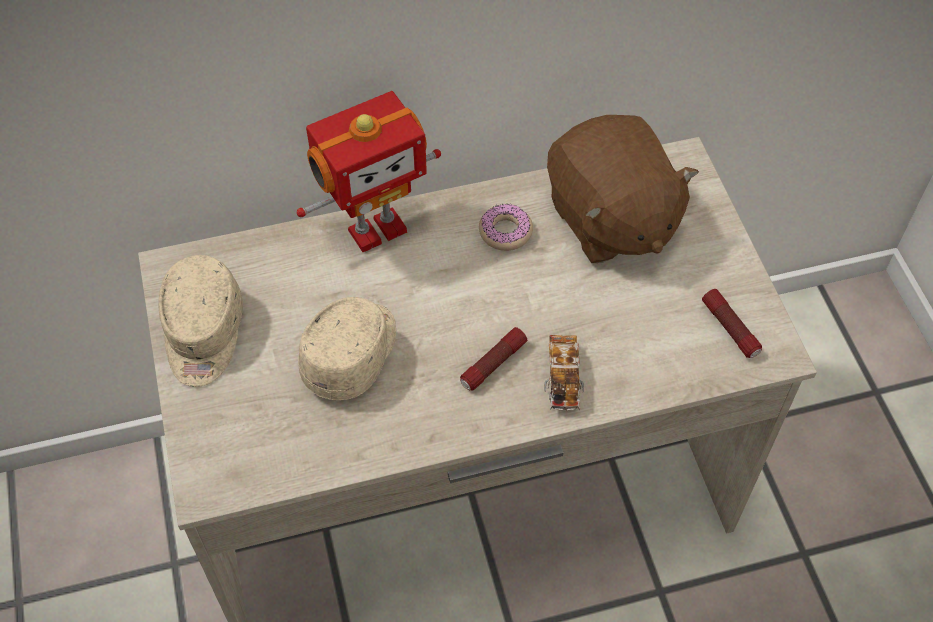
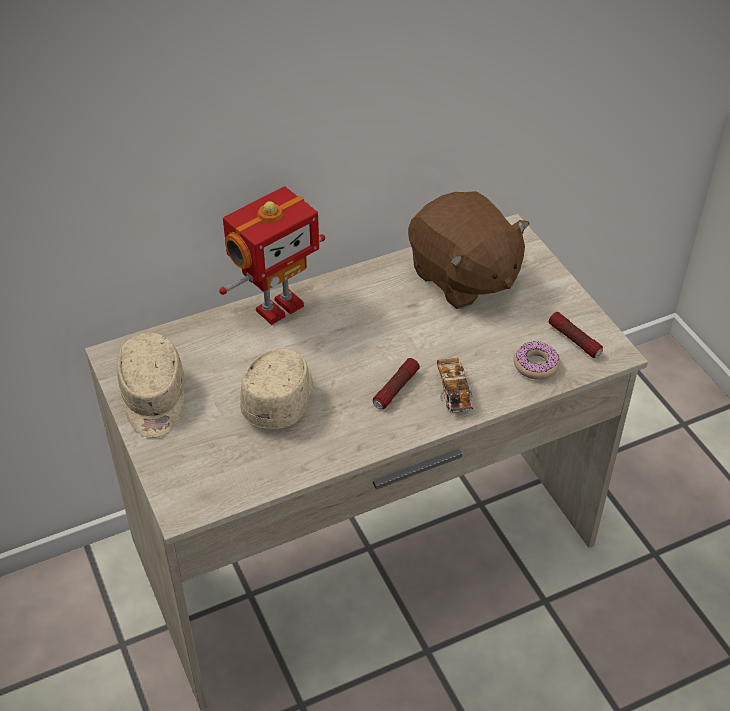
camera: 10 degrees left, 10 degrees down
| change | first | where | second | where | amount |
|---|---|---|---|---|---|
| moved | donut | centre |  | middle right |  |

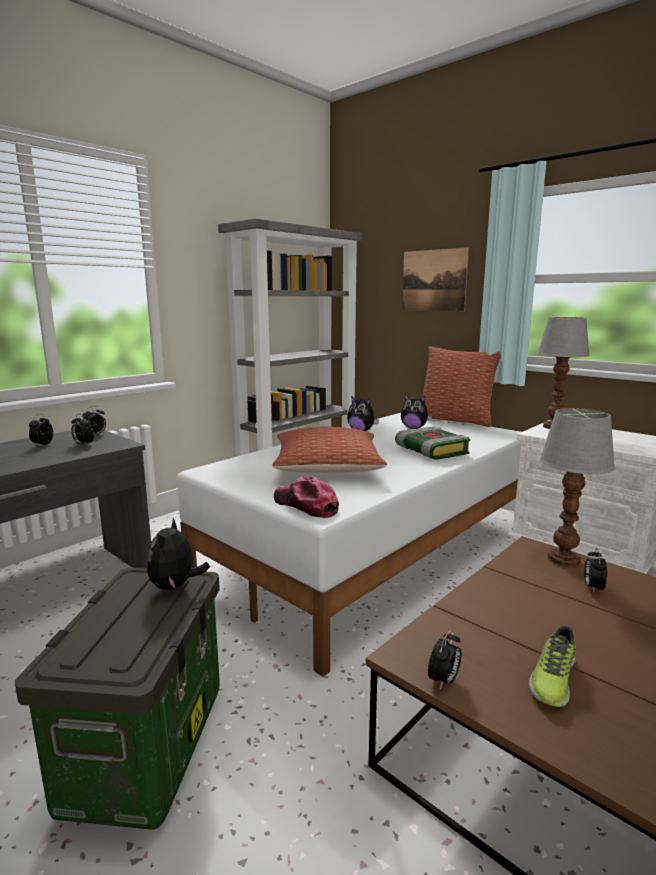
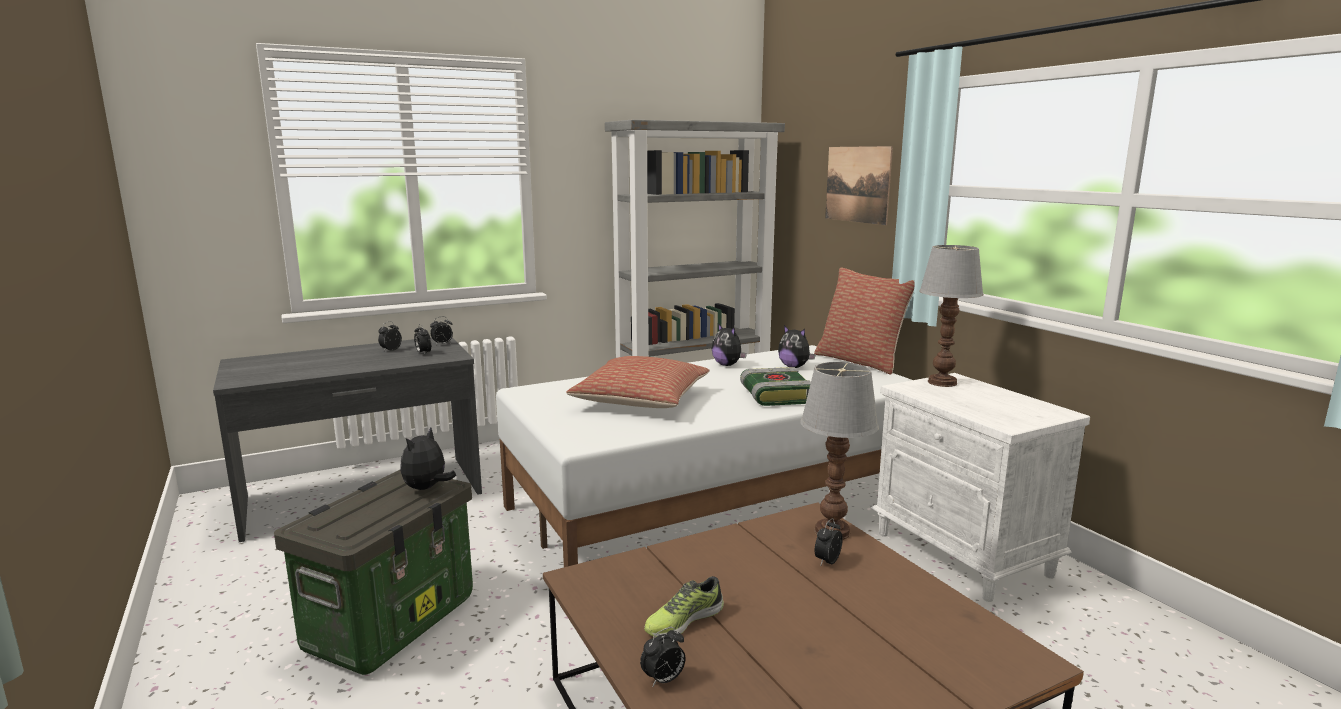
camera: 20 degrees right, 0 degrees up
| change | first | where | second | where | amount |
|---|---|---|---|---|---|
| moved | alarm clock (4th from left) | bottom right |  | bottom centre |  |
| removed | cap | centre |  |  |  |

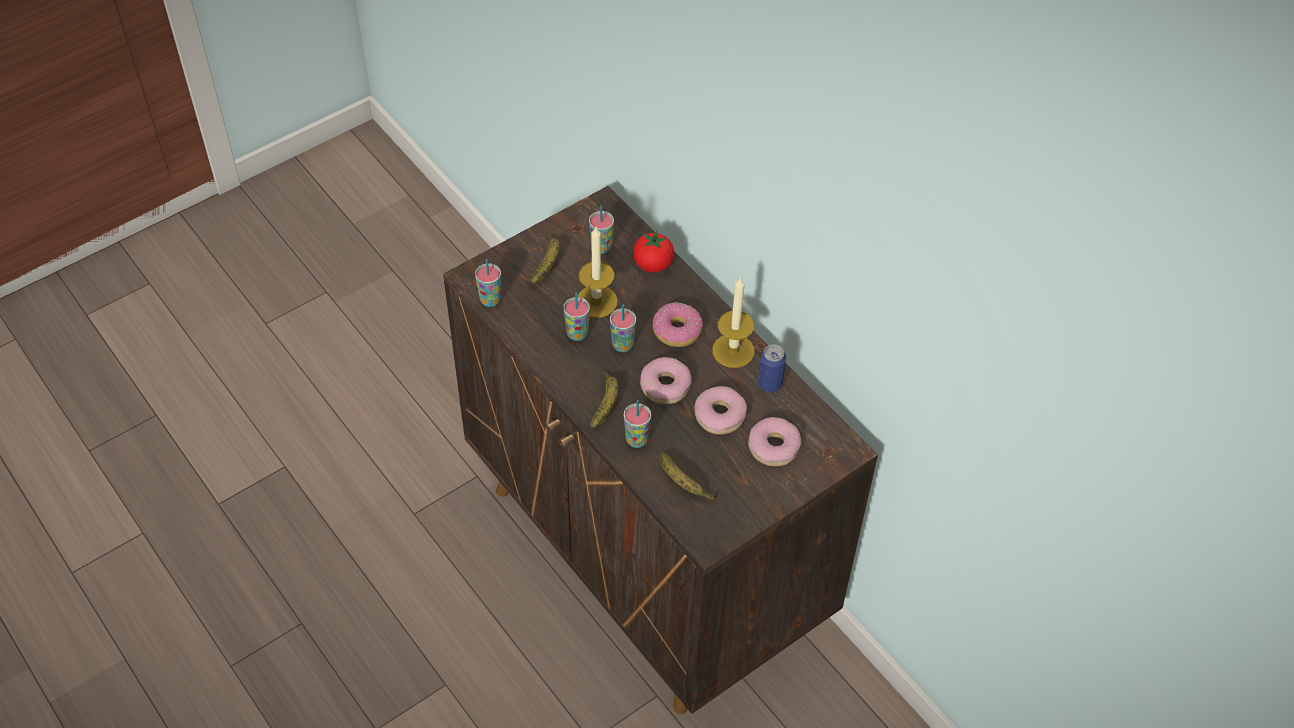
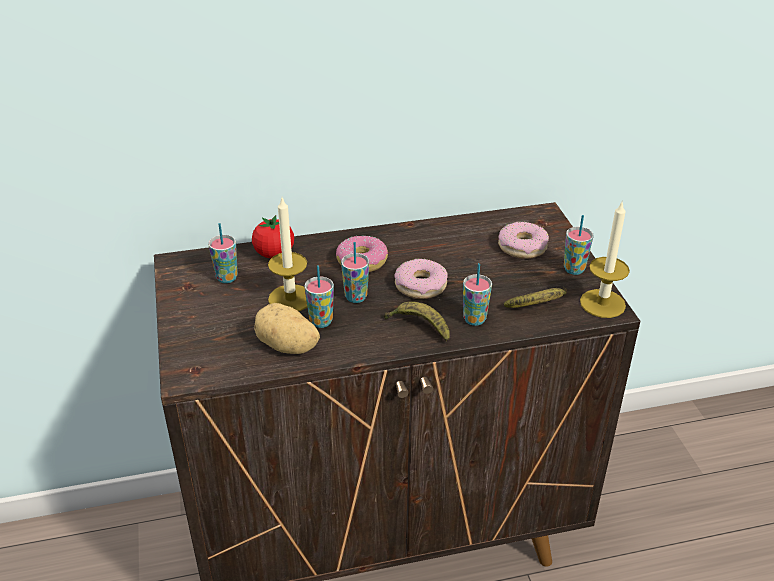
camera: 65 degrees left, 15 degrees down
| change | first | where | second | where | amount |
|---|---|---|---|---|---|
| added |  |  | potato | centre |  |
| moved | cup (1st from left in the first image) | centre | cup (5th from left) | middle right |  |
| moved | candle (2nd from left) | centre |  | middle right |  |
| removed | banana (1st from left) | centre |  |  |  |
| removed | donut (3rd from left) | centre |  |  |  |
| removed | can | centre |  |  |  |

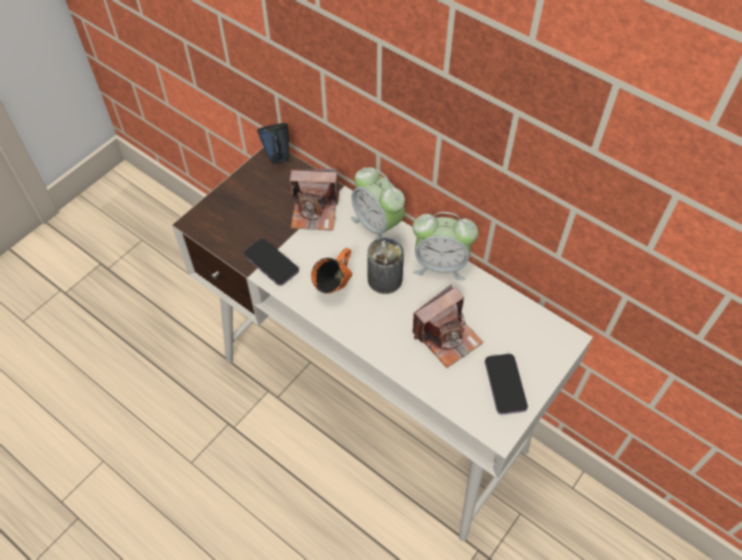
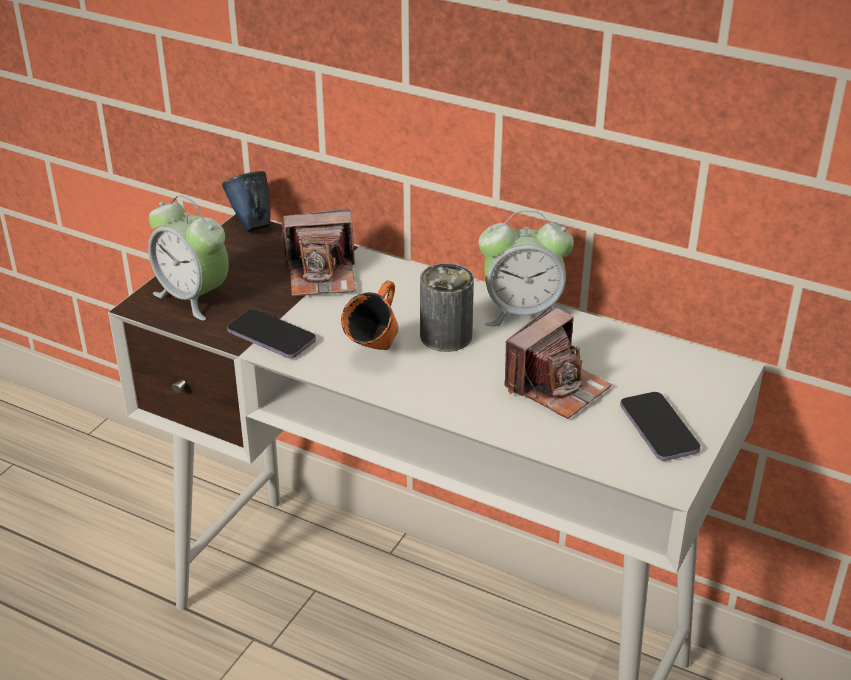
camera: 10 degrees left, 20 degrees down
| change | first | where | second | where | amount |
|---|---|---|---|---|---|
| moved | alarm clock (1st from left) | centre |  | middle left |  |

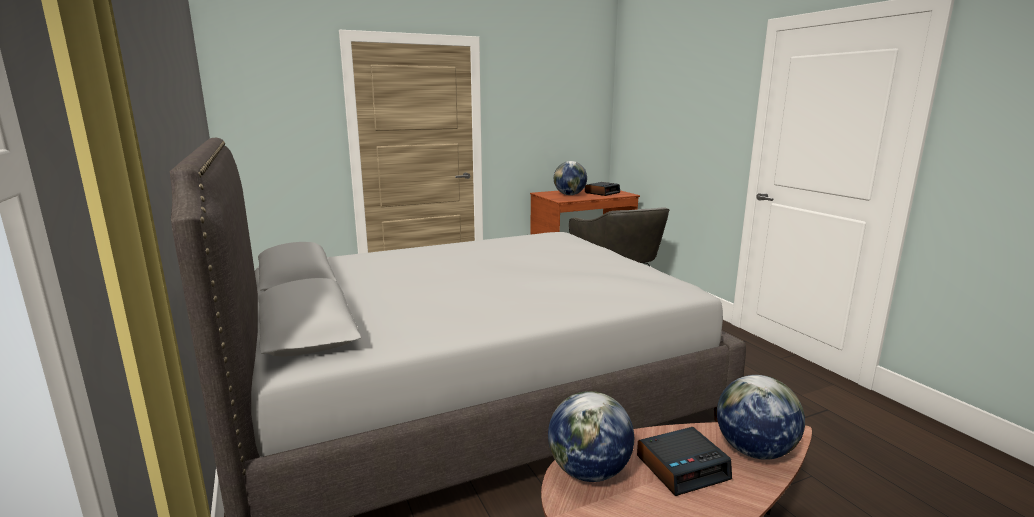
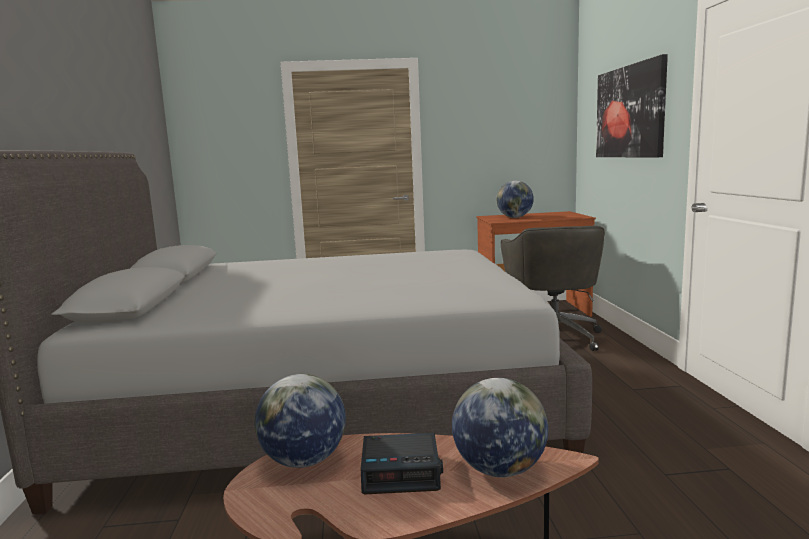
camera: 20 degrees right, 5 degrees down
| change | first | where | second | where | amount |
|---|---|---|---|---|---|
| added |  |  | picture | top right |  |
| removed | alarm clock (1st from left) | centre |  |  |  |

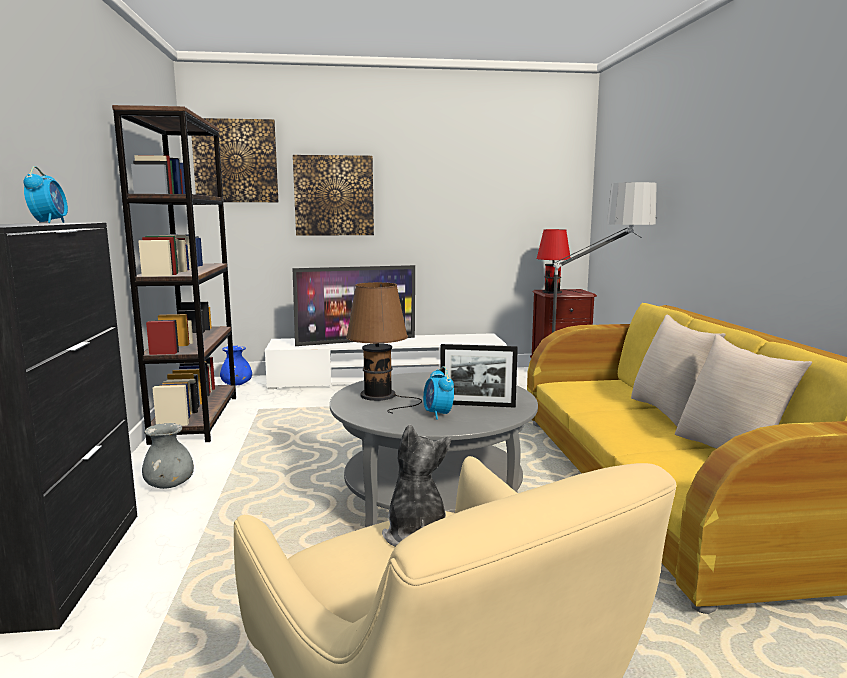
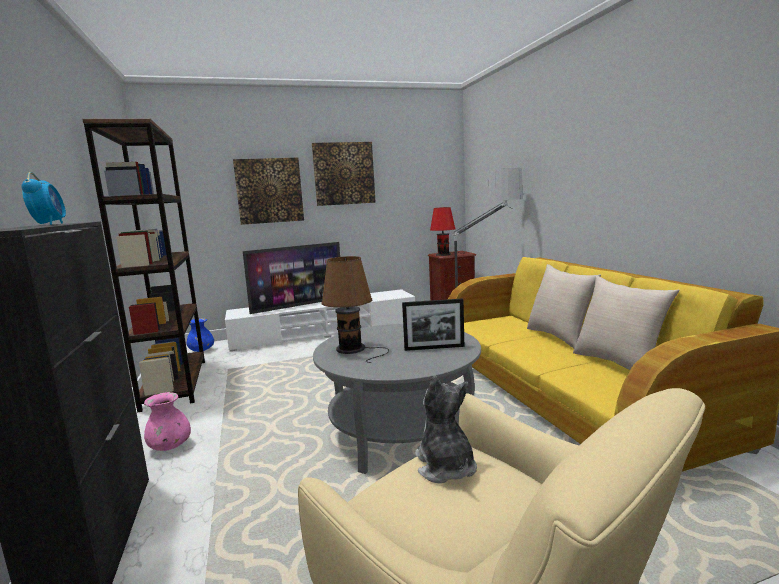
camera: 10 degrees left, 0 degrees up
| change | first | where | second | where | amount |
|---|---|---|---|---|---|
| recoloured | vase in grey | bottom left | vase in pink | bottom left |  |
| moved | picture (1st from left in the first image) | top left | picture (2nd from left) | top centre |  |
| removed | alarm clock (2nd from left) | centre |  |  |  |

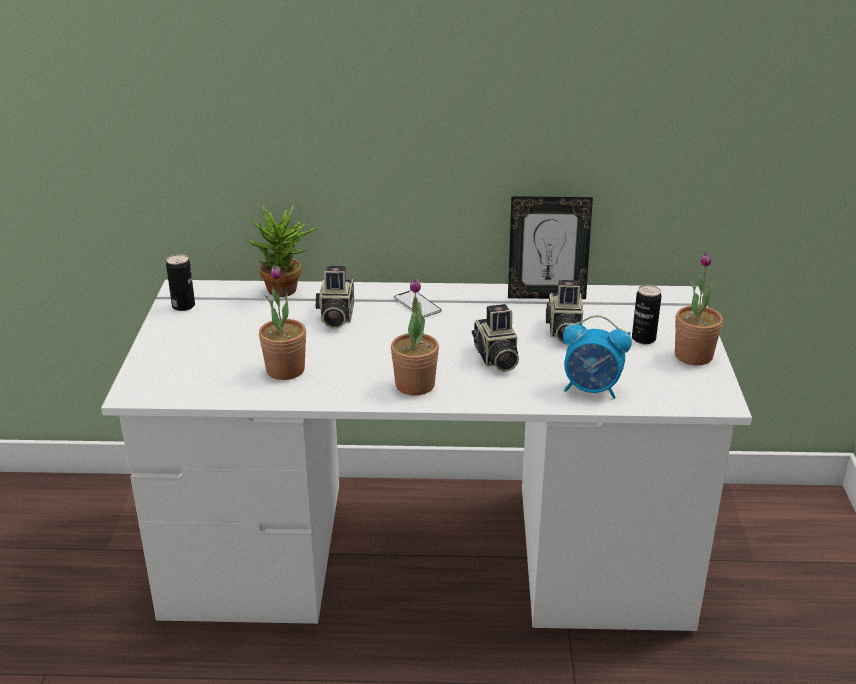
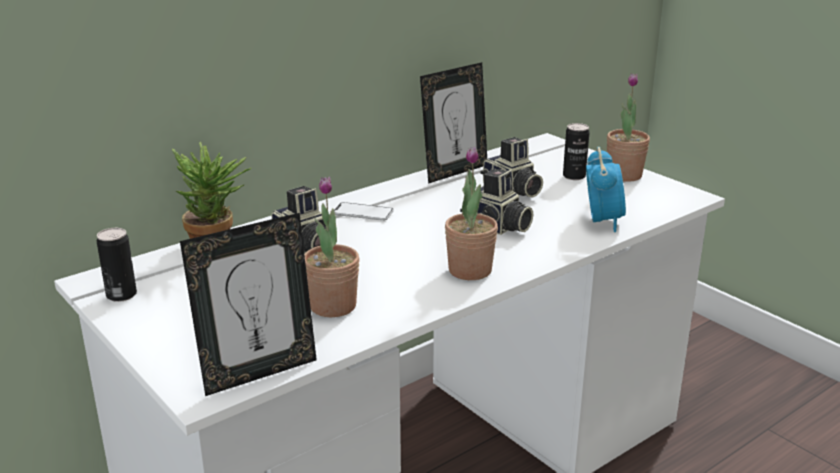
camera: 40 degrees left, 5 degrees down
| change | first | where | second | where | amount |
|---|---|---|---|---|---|
| added |  |  | picture frame (1st from left) | middle left |  |
| turned | alarm clock | middle right |  | middle right | 60 degrees counterclockwise |

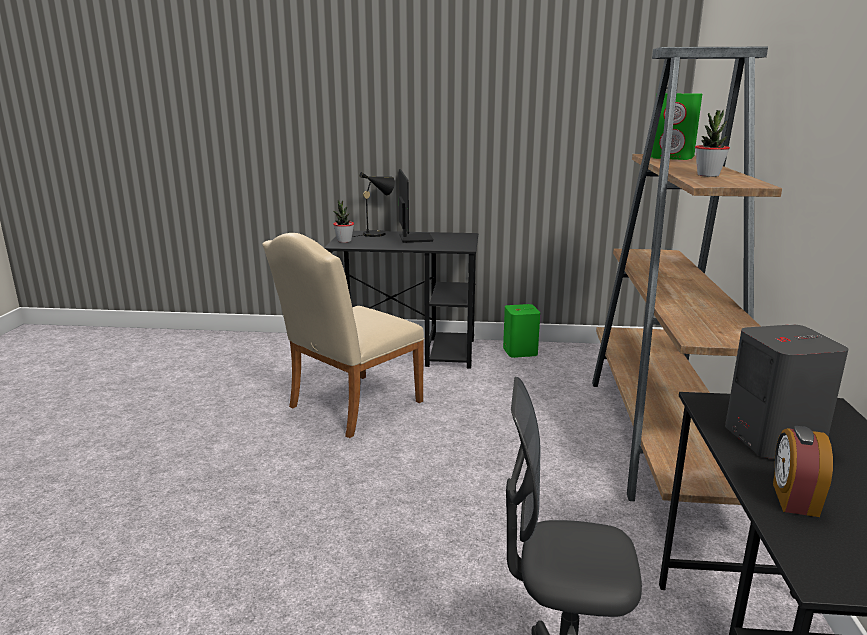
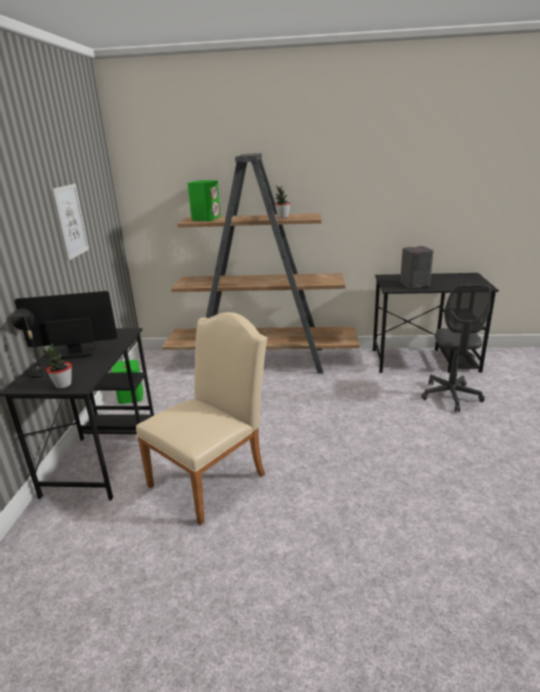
camera: 90 degrees left, 5 degrees up
| change | first | where | second | where | amount |
|---|---|---|---|---|---|
| added |  |  | picture | top left |  |
| turned | chair in beige | centre |  | centre | 90 degrees counterclockwise |
| removed | alarm clock | bottom right |  |  |  |

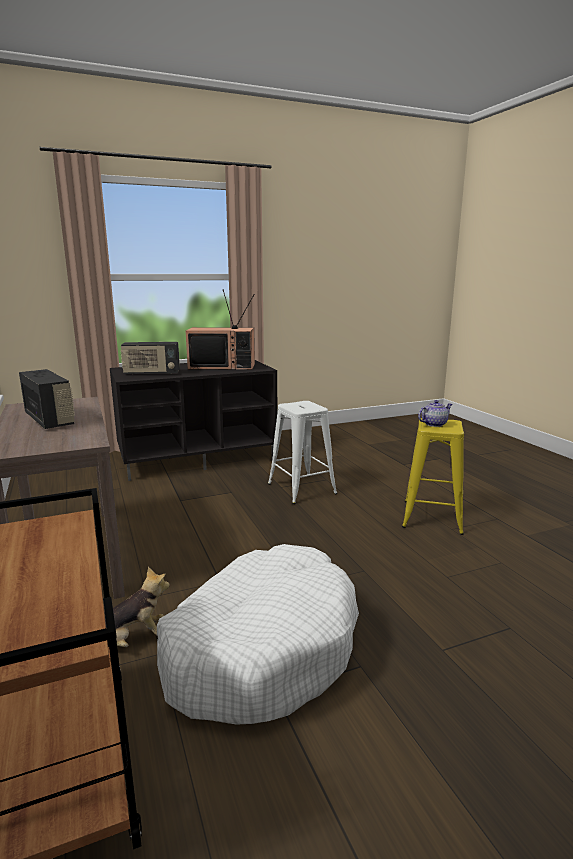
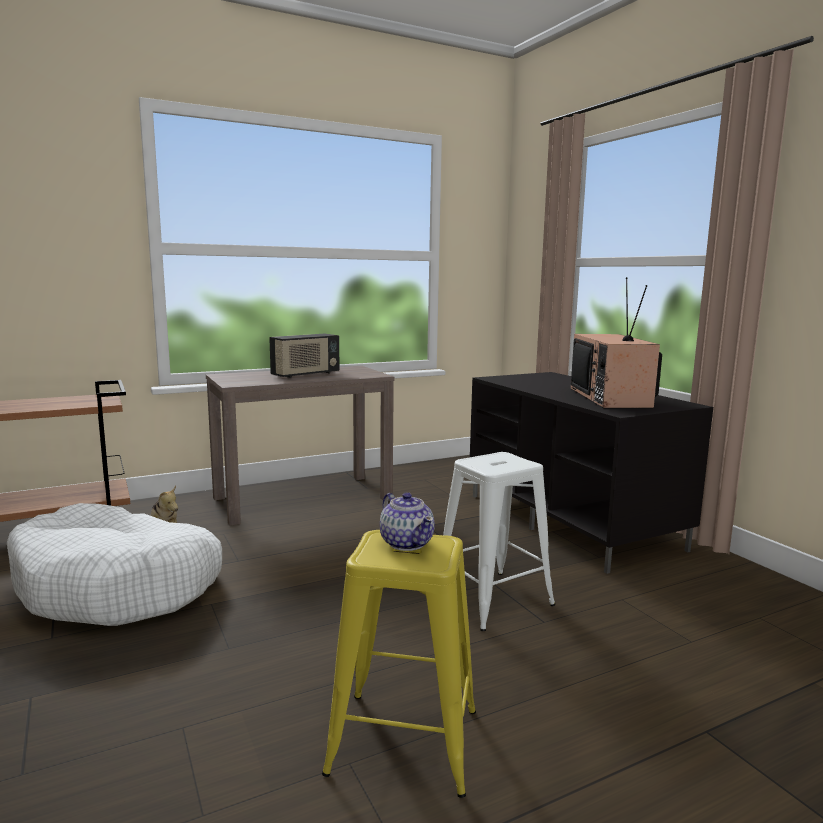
camera: 85 degrees right, 5 degrees down
| change | first | where | second | where | amount |
|---|---|---|---|---|---|
| removed | radio (2nd from left) | middle left |  |  |  |

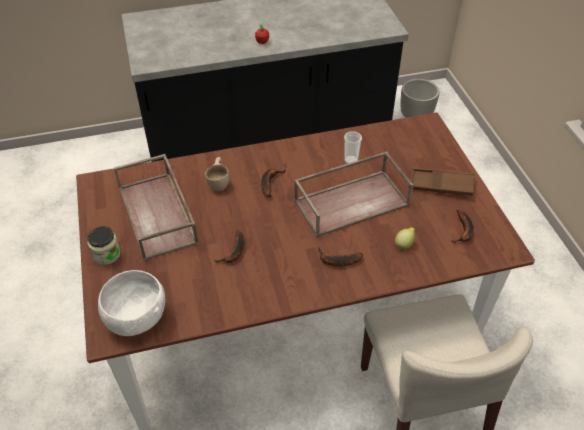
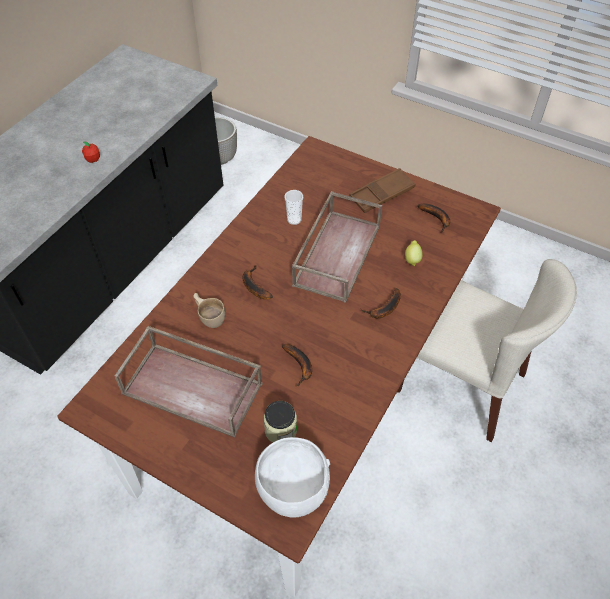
camera: 45 degrees left, 5 degrees up
| change | first | where | second | where | amount |
|---|---|---|---|---|---|
| moved | jar | middle left |  | bottom centre |  |

